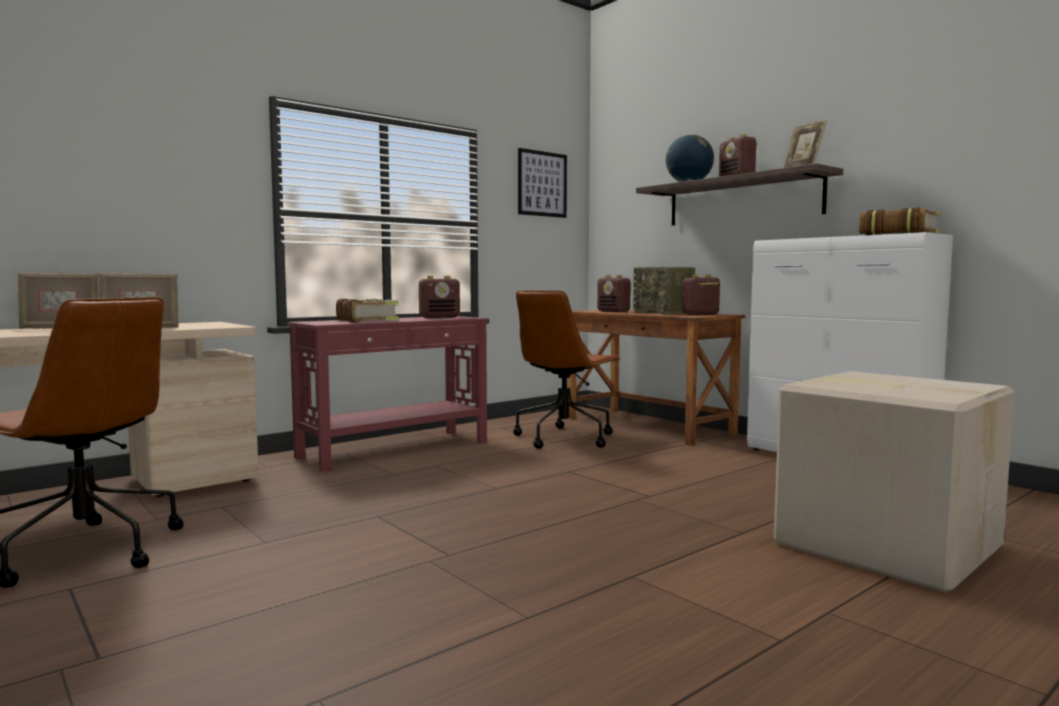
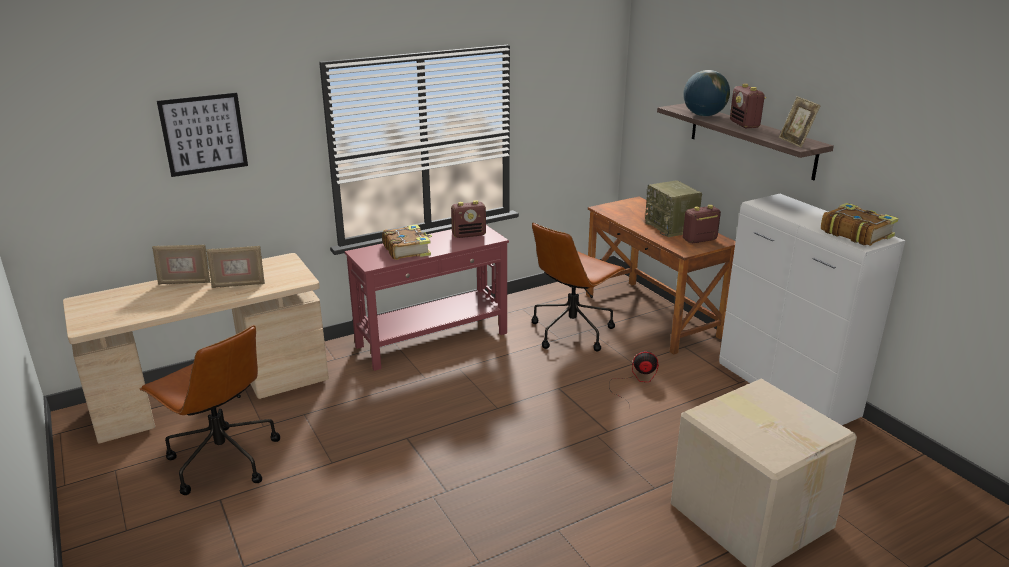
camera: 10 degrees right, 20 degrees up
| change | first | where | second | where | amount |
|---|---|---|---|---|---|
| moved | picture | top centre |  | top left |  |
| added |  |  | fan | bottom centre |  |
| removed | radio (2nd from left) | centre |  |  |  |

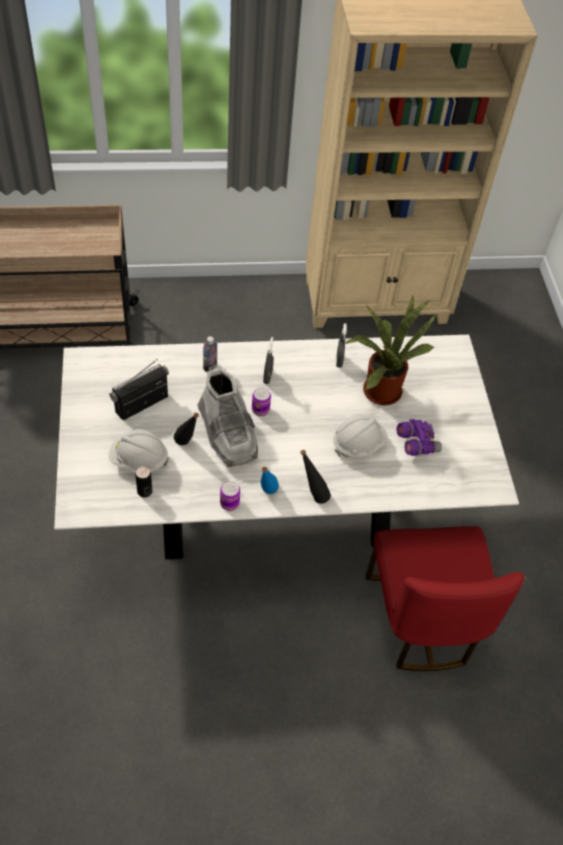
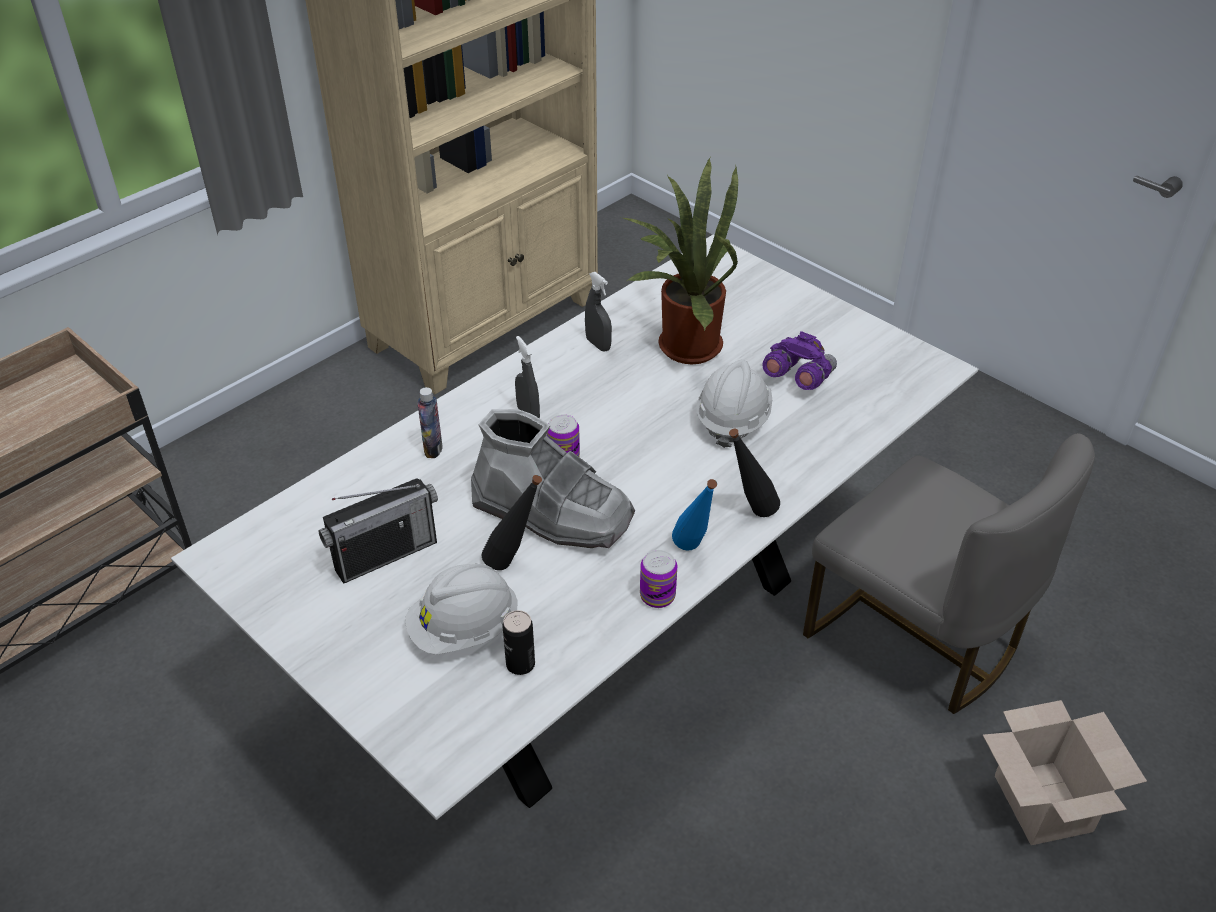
camera: 35 degrees left, 10 degrees down
| change | first | where | second | where | amount |
|---|---|---|---|---|---|
| turned | radio | middle left |  | middle left | 135 degrees counterclockwise |
| recoloured | chair in red | bottom right | chair in grey | middle right |  |
| added |  |  | cardboard box | bottom right |  |

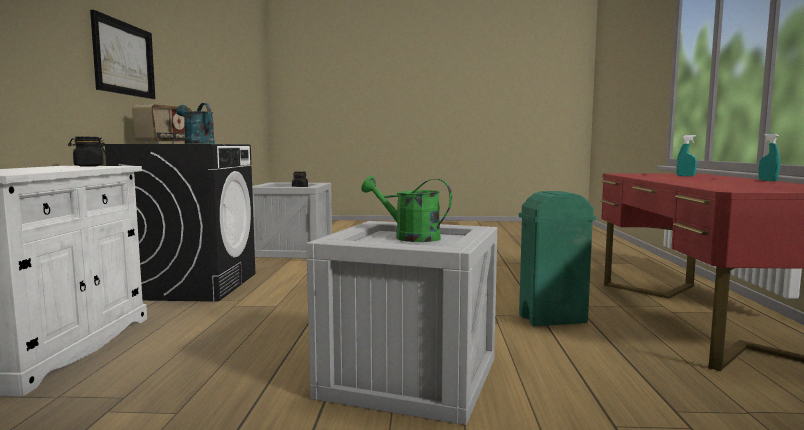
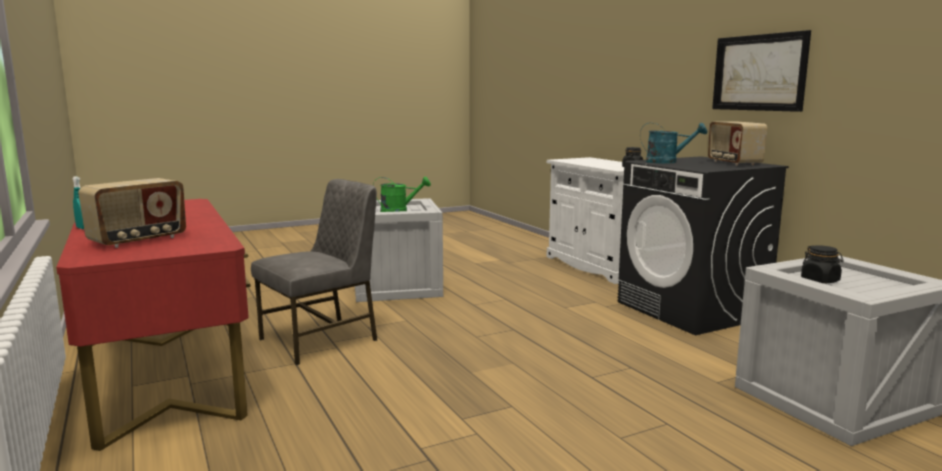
camera: 150 degrees right, 5 degrees up
| change | first | where | second | where | amount |
|---|---|---|---|---|---|
| replaced | spray bottle in turquoise (1st from left) | middle right | radio (1st from left) | middle left |  |
| replaced | trash can in green | middle right | chair in grey | centre |  |

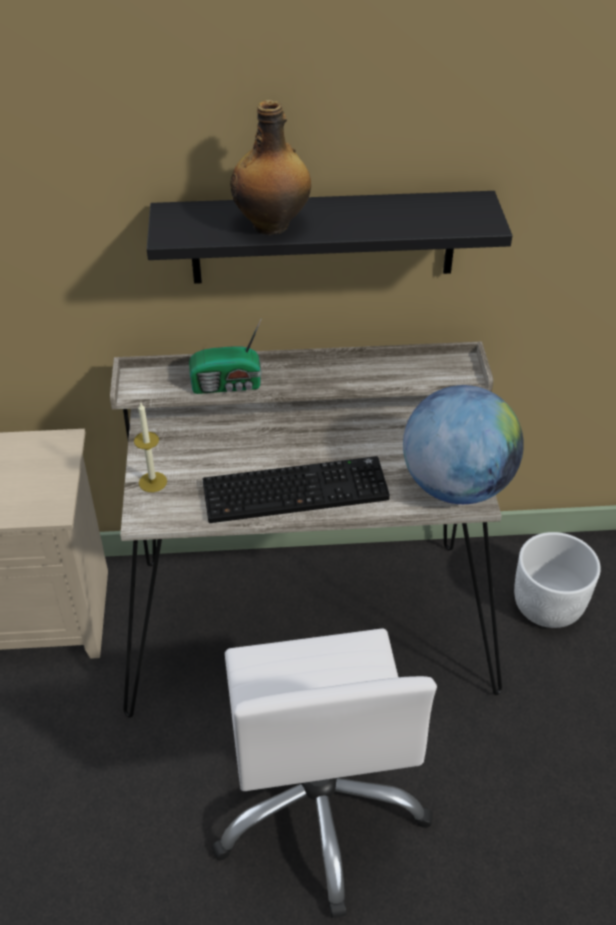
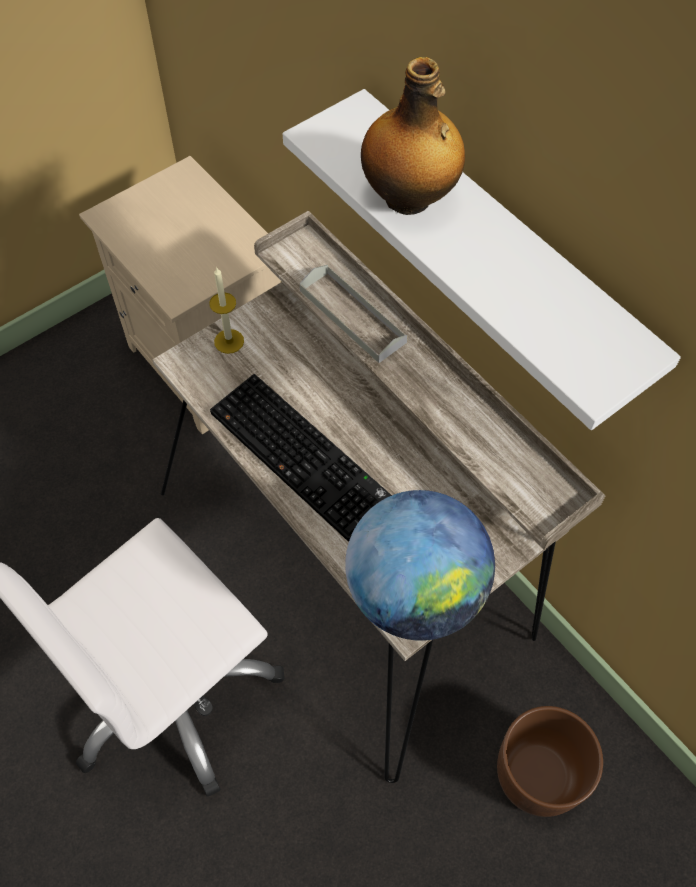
camera: 55 degrees right, 15 degrees up
| change | first | where | second | where | amount |
|---|---|---|---|---|---|
| recoloured | shelf in black | top centre | shelf in white | top right |  |
| replaced | radio | centre | tray in grey | centre |  |
| recoloured | planter in white | middle right | planter in brown | bottom right |  |

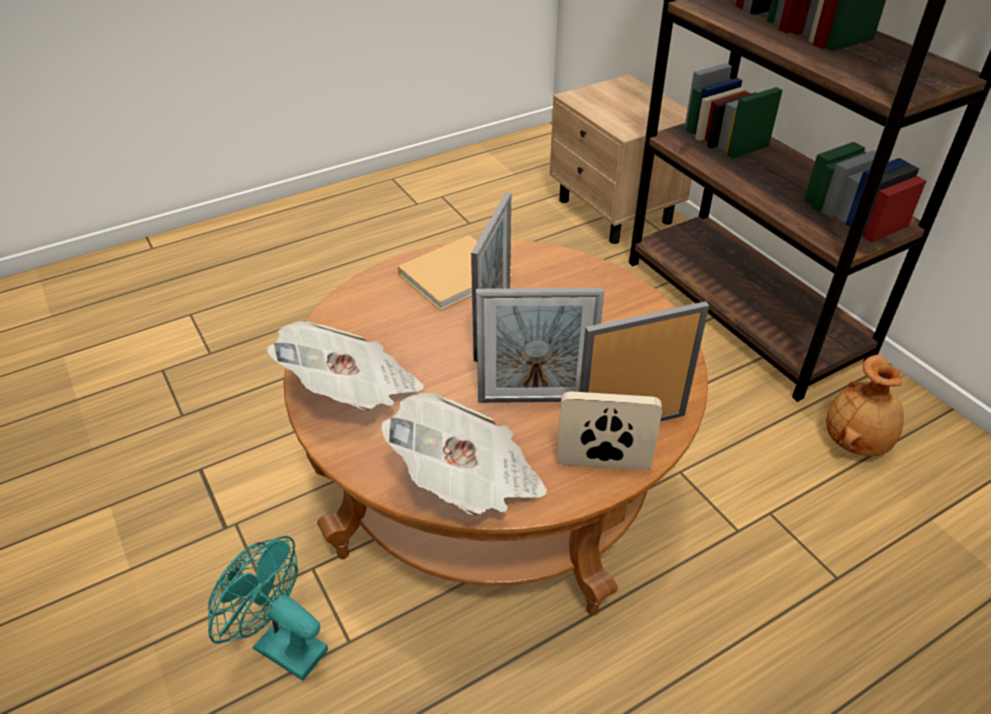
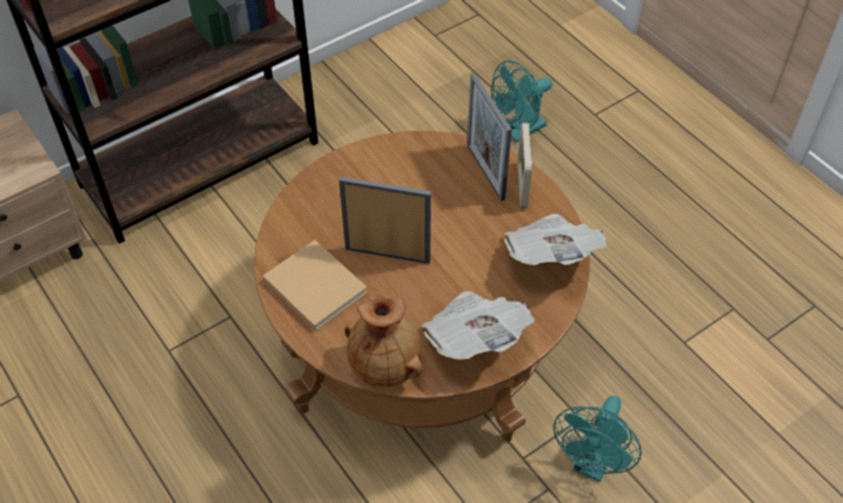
camera: 95 degrees left, 10 degrees up
| change | first | where | second | where | amount |
|---|---|---|---|---|---|
| moved | vase in brown | middle right |  | bottom centre |  |
| added |  |  | fan in turquoise (1st from left) | top centre |  |
| removed | picture frame (2nd from left) | centre |  |  |  |

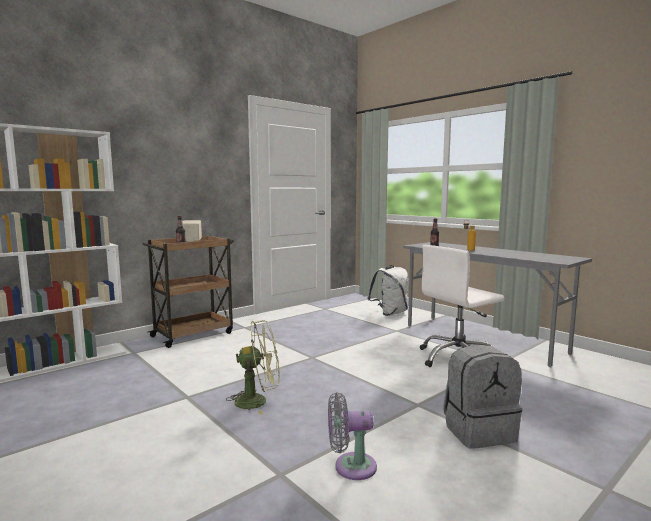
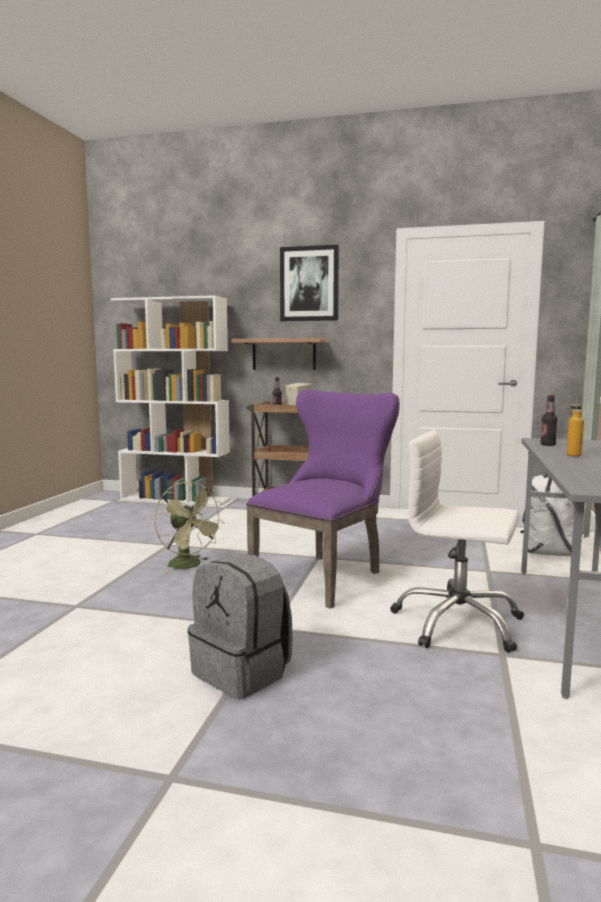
camera: 55 degrees right, 0 degrees up
| change | first | where | second | where | amount |
|---|---|---|---|---|---|
| added |  |  | shelf | centre |  |
| added |  |  | chair in purple | centre |  |
| added |  |  | picture | top centre |  |
| removed | fan in grey | bottom centre |  |  |  |

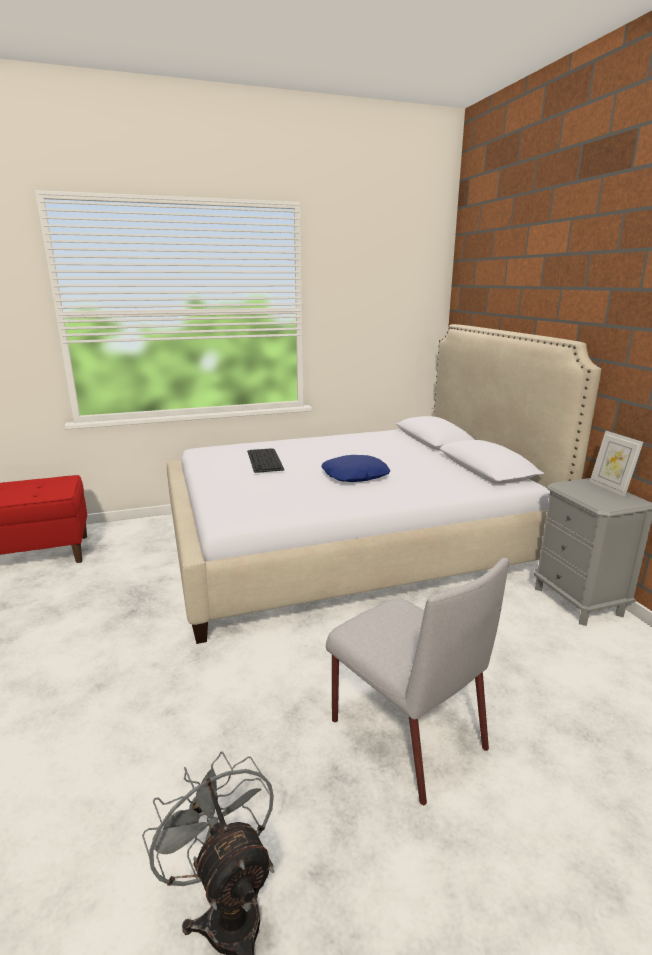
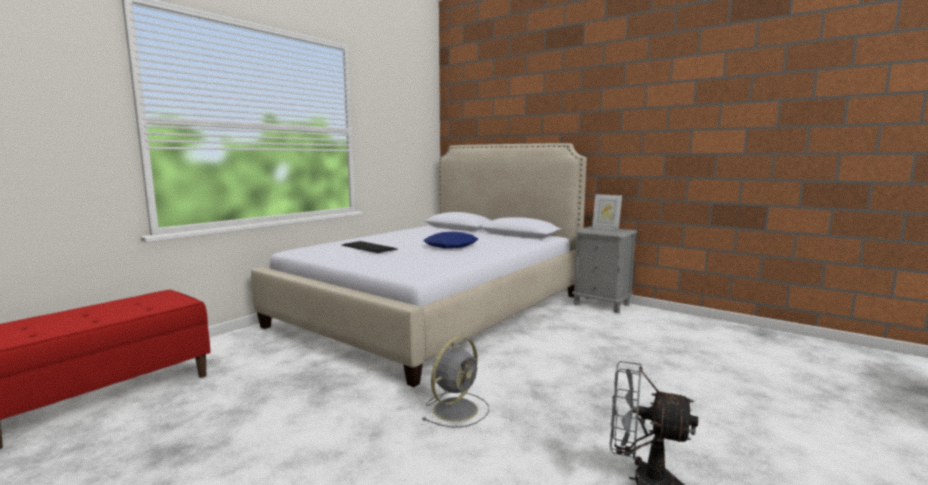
camera: 35 degrees left, 10 degrees down
| change | first | where | second | where | amount |
|---|---|---|---|---|---|
| added |  |  | fan in grey (1st from left) | bottom centre |  |
| removed | chair in grey | bottom centre |  |  |  |

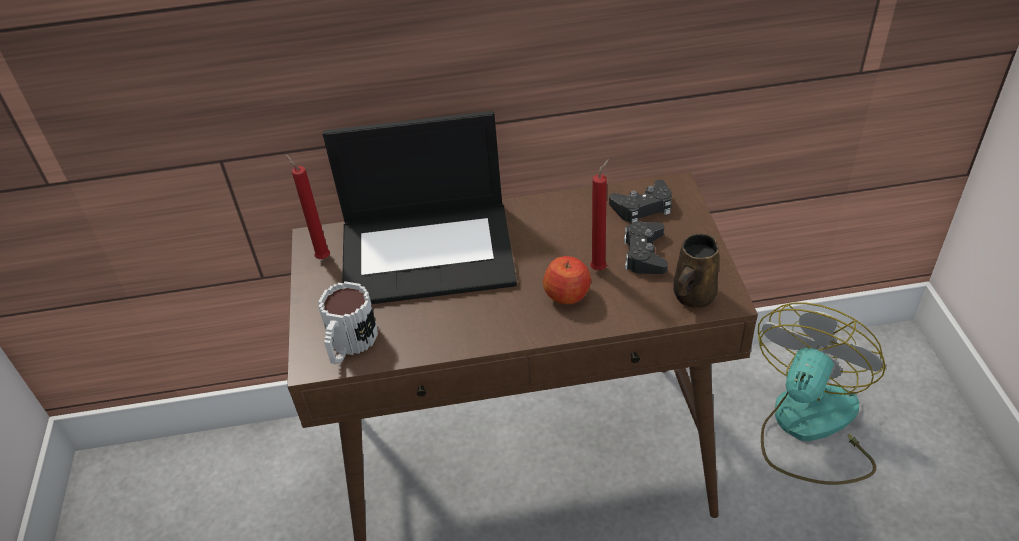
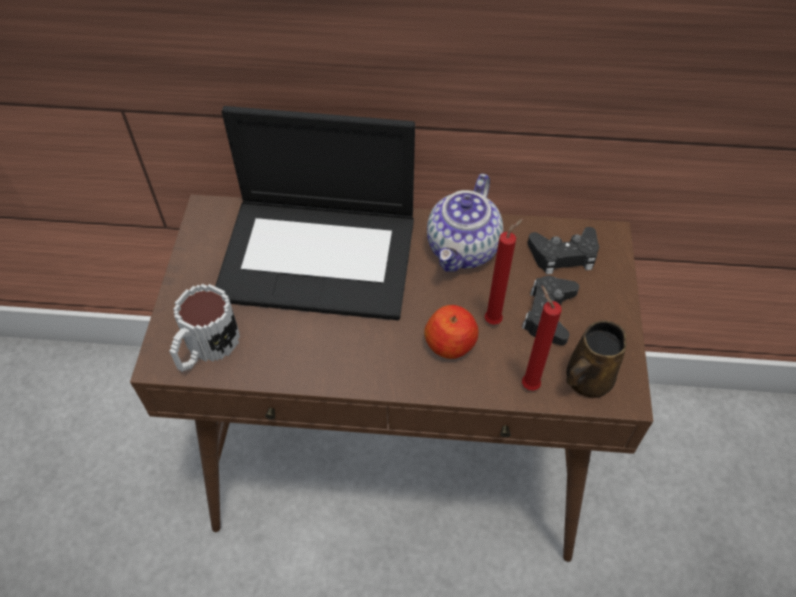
camera: 10 degrees right, 10 degrees up
| change | first | where | second | where | amount |
|---|---|---|---|---|---|
| added |  |  | teapot | centre |  |
| moved | candle in red (1st from left in the first image) | middle left | candle in red (2nd from left) | middle right |  |
| removed | fan | bottom right |  |  |  |

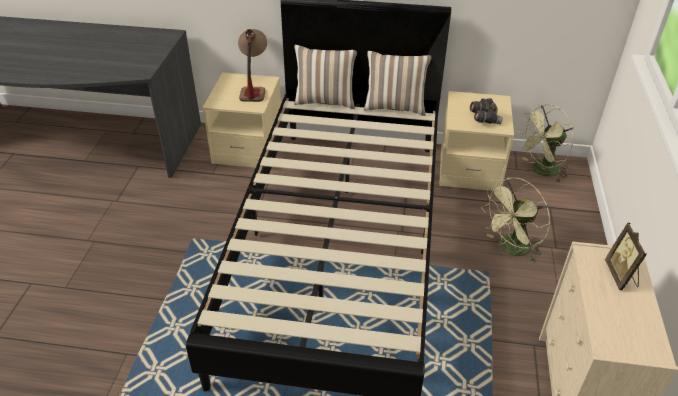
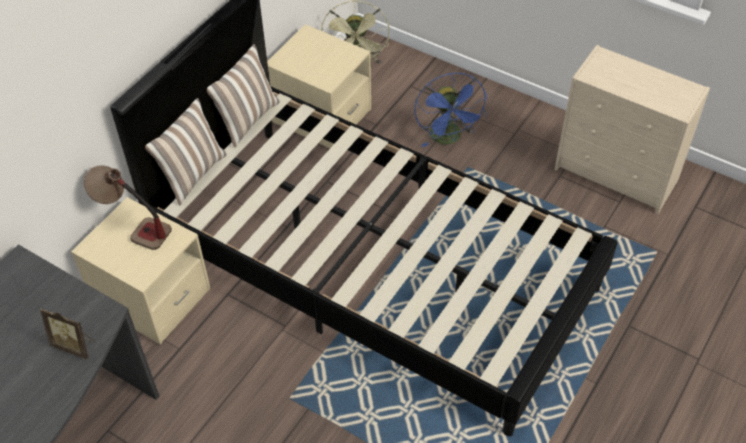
camera: 65 degrees left, 10 degrees up
| change | first | where | second | where | amount |
|---|---|---|---|---|---|
| moved | picture frame | middle right |  | bottom left |  |
| recoloured | fan in green (1st from left) | middle right | fan in blue | top centre |  |
| removed | binoculars in grey | top right |  |  |  |

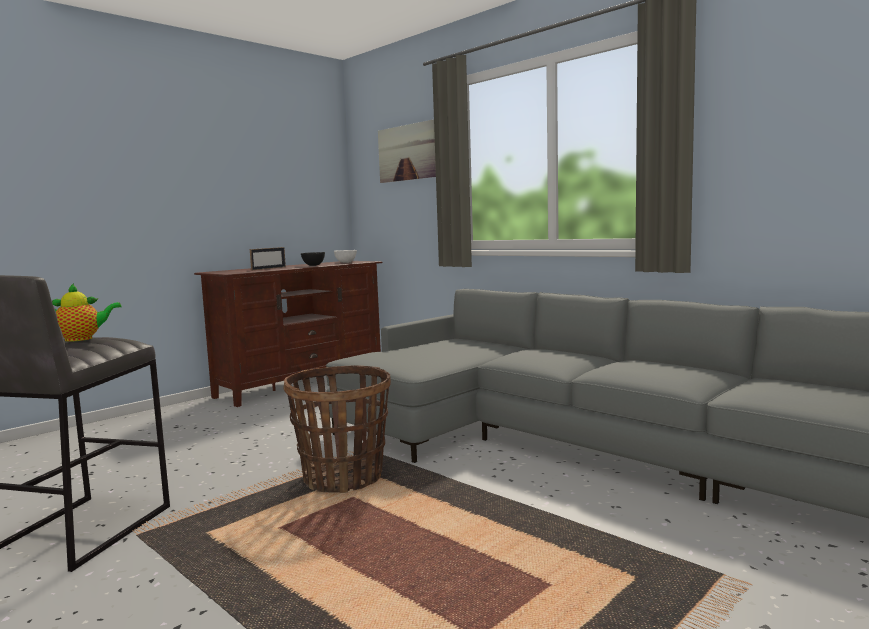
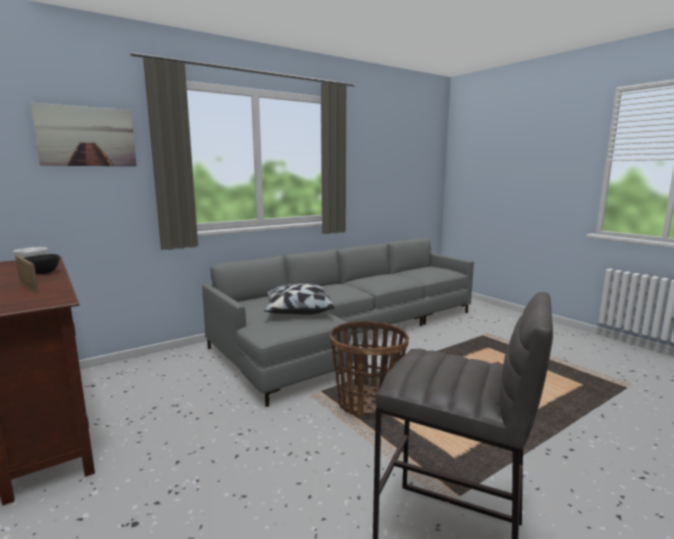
camera: 80 degrees left, 5 degrees up
| change | first | where | second | where | amount |
|---|---|---|---|---|---|
| added |  |  | pillow | centre |  |
| removed | teapot | middle left |  |  |  |

